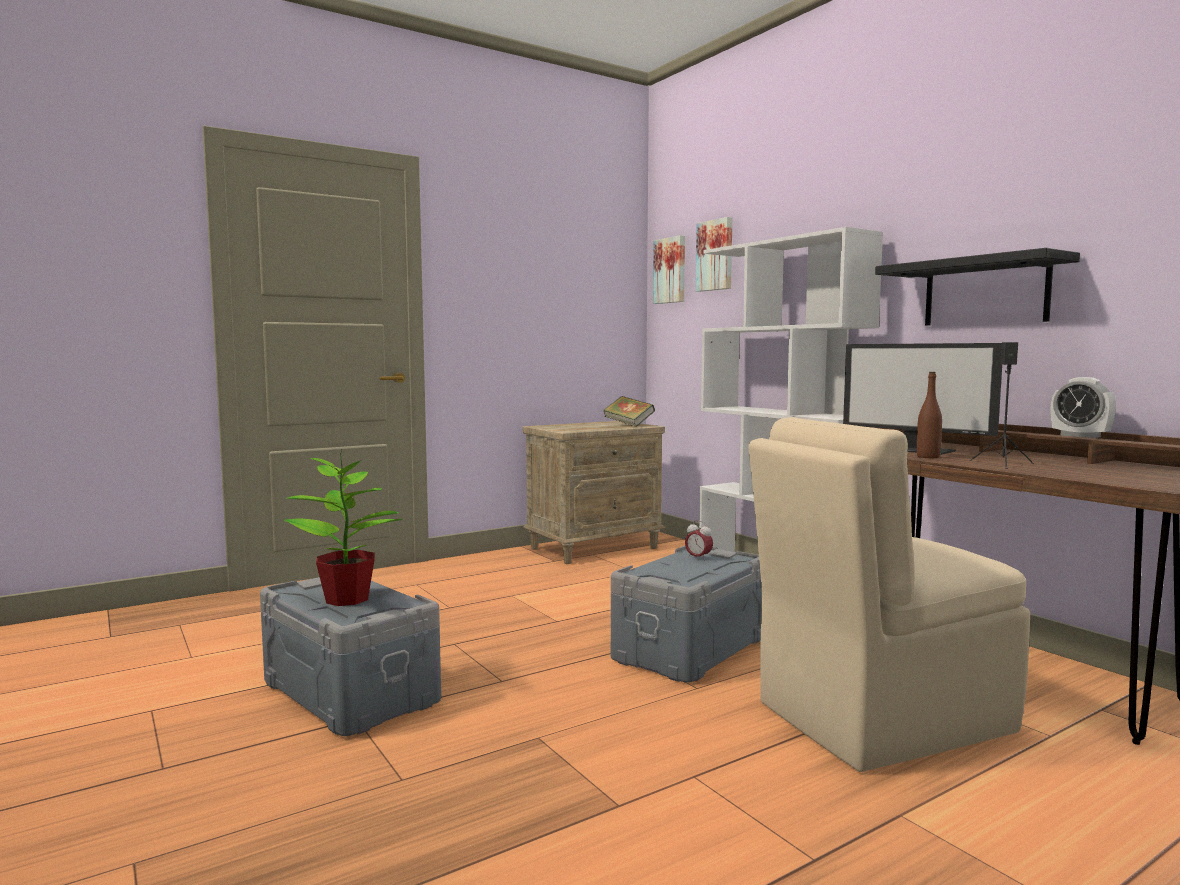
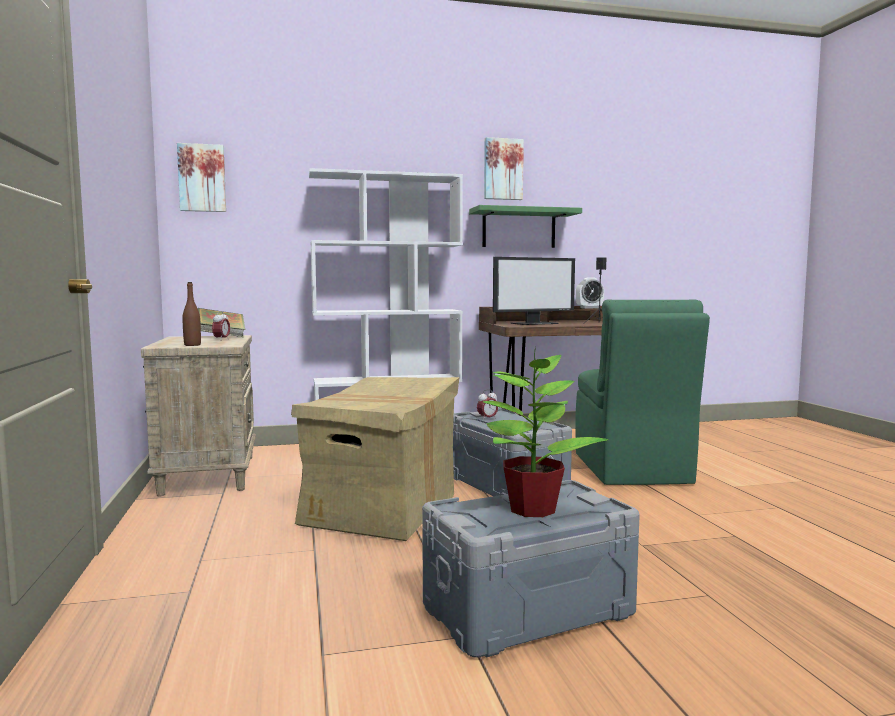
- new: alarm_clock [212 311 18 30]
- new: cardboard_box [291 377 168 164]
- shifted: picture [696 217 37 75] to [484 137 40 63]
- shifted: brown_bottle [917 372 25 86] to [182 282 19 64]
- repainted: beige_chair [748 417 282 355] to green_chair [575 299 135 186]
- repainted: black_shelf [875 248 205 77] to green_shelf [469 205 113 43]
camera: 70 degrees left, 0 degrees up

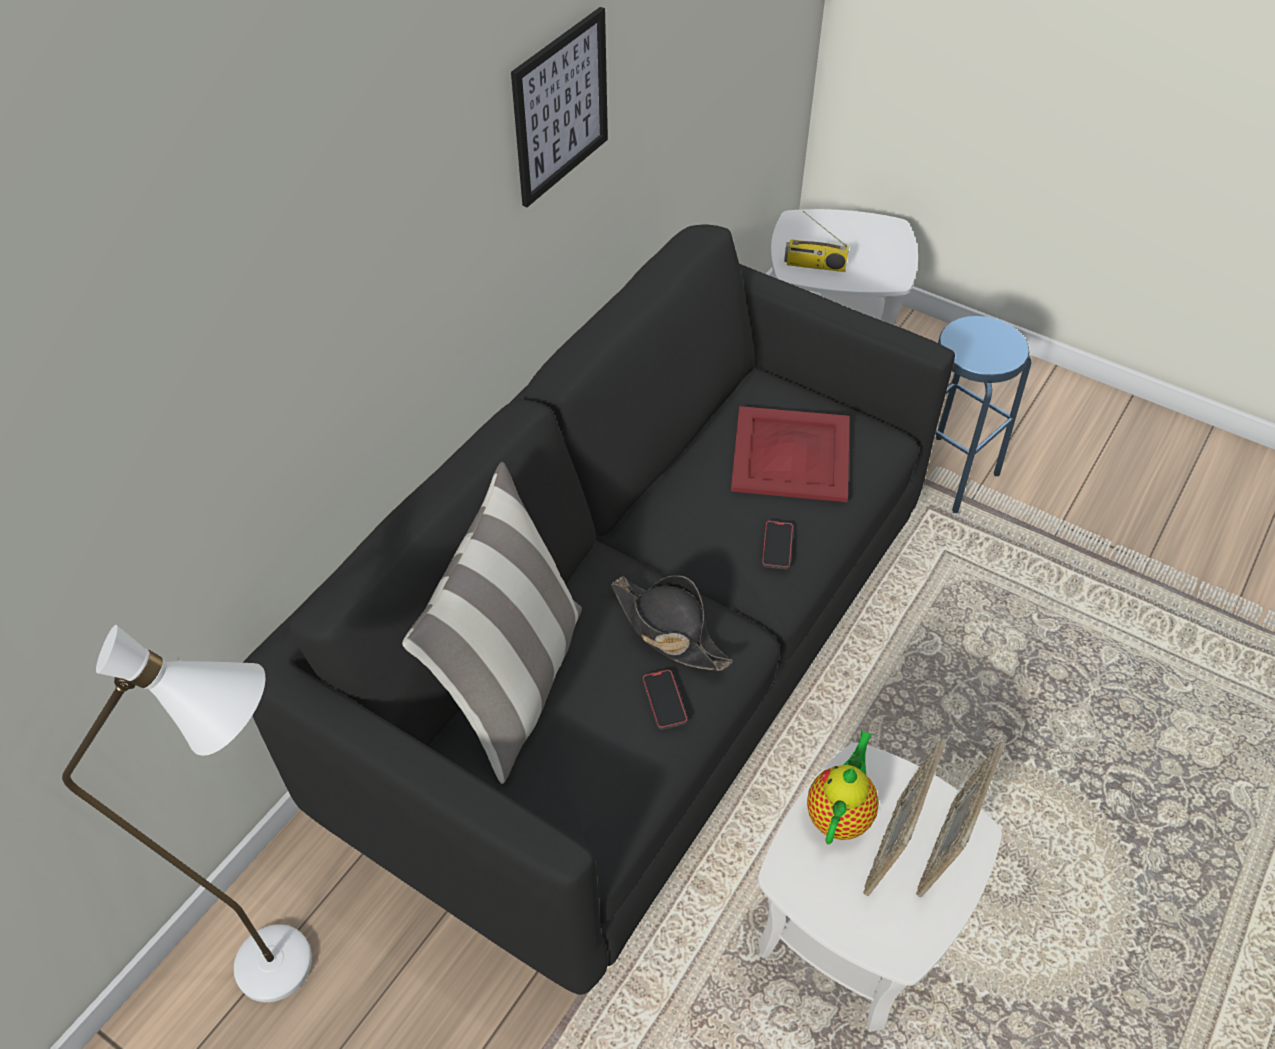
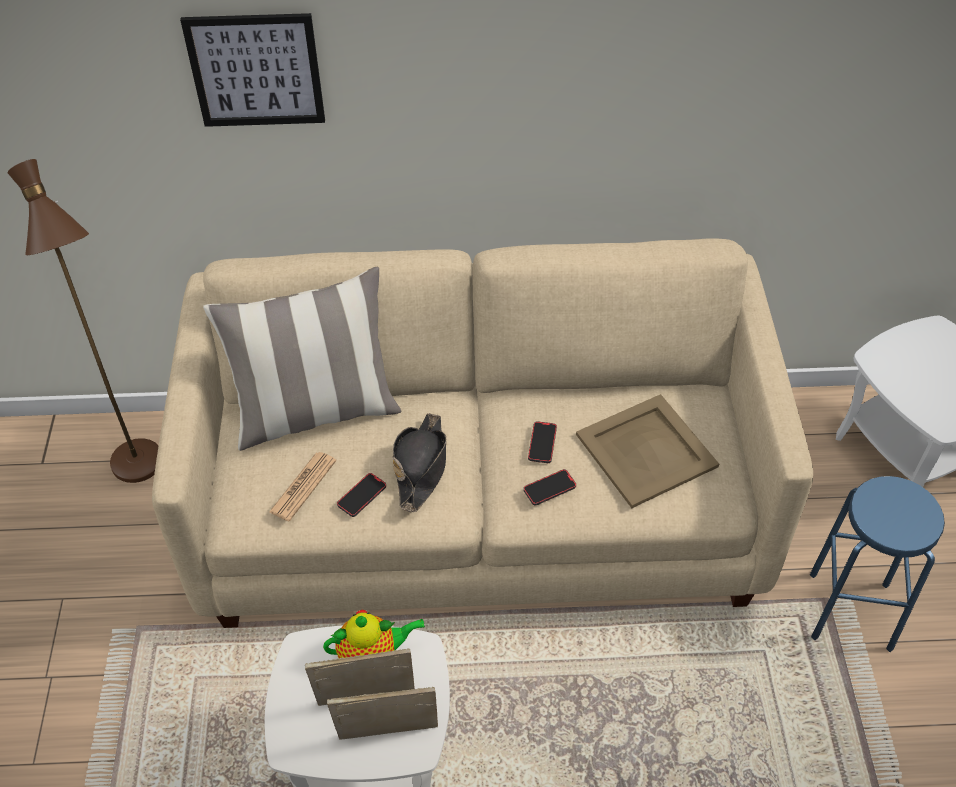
- gone: radio [784 211 65 61]
- new: newspaper [269 452 67 69]
- new: phone [528 421 29 42]
- shifted: picture [511 7 97 200] to [180 13 145 114]
- repainted: white_floor_lamp [62 625 250 377] to brown_floor_lamp [8 159 151 324]
- repainted: black_sofa [243 225 712 770] to beige_sofa [152 238 661 390]
- repainted: red_tray [731 406 118 96] to beige_tray [576 394 143 114]
camera: 55 degrees right, 0 degrees up

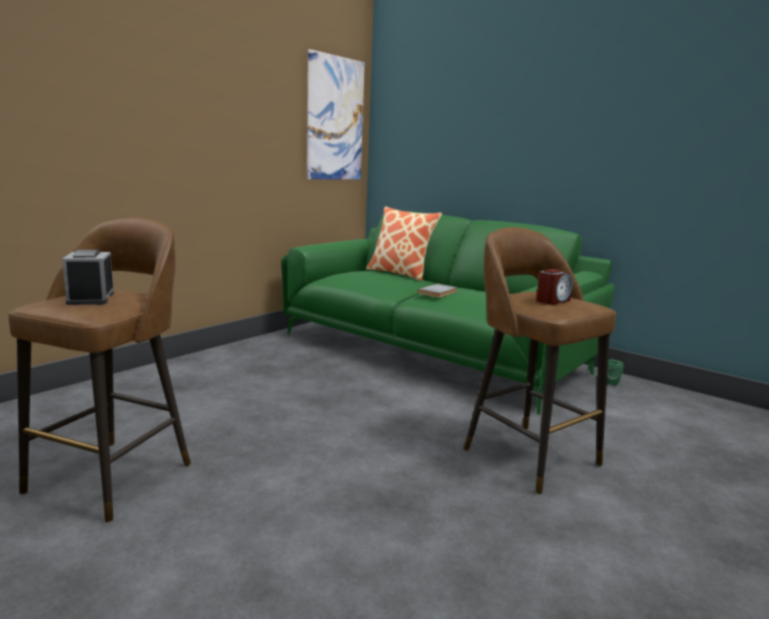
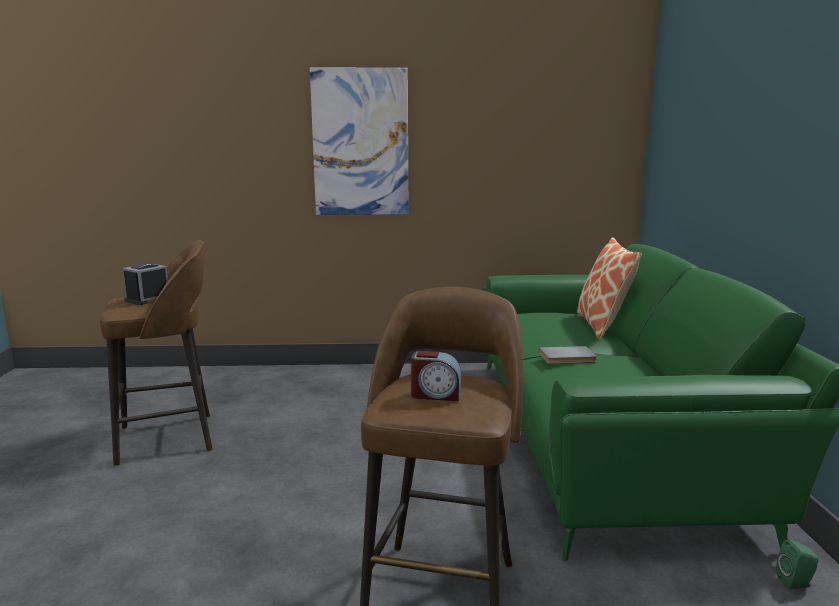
- shifted: picture [307 49 57 130] to [310 67 98 148]
camera: 50 degrees right, 0 degrees up

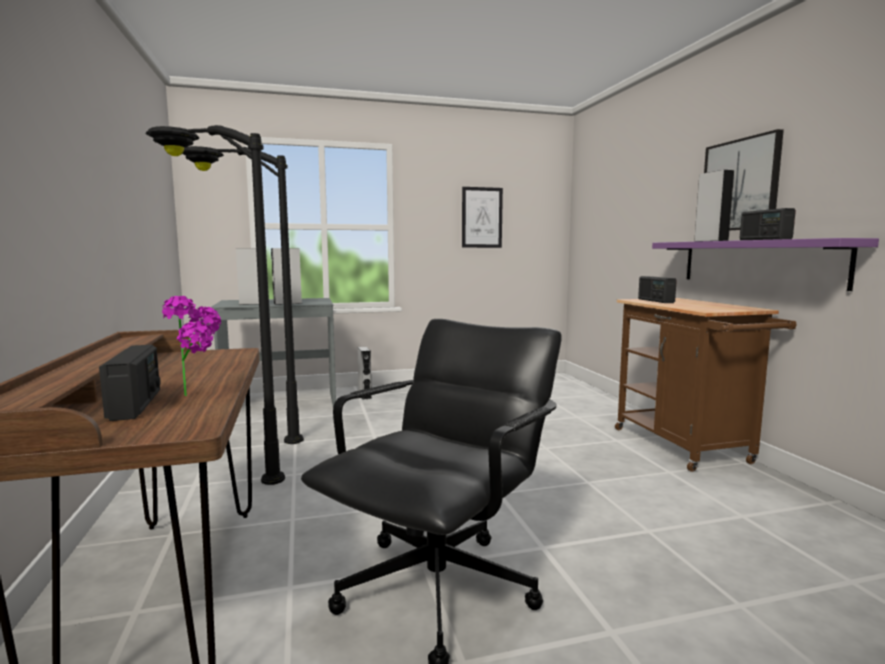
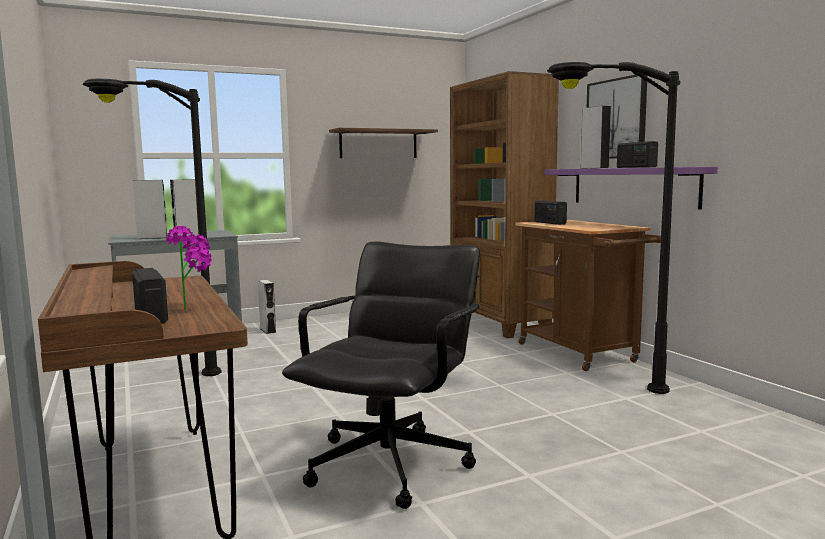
- new: brown_bookcase [450 71 109 267]
- shifted: black_floor_lamp [146 125 139 360] to [547 62 133 332]
- swapped: picture [462 187 41 61] to shelf [329 128 109 30]
camera: 10 degrees left, 0 degrees up

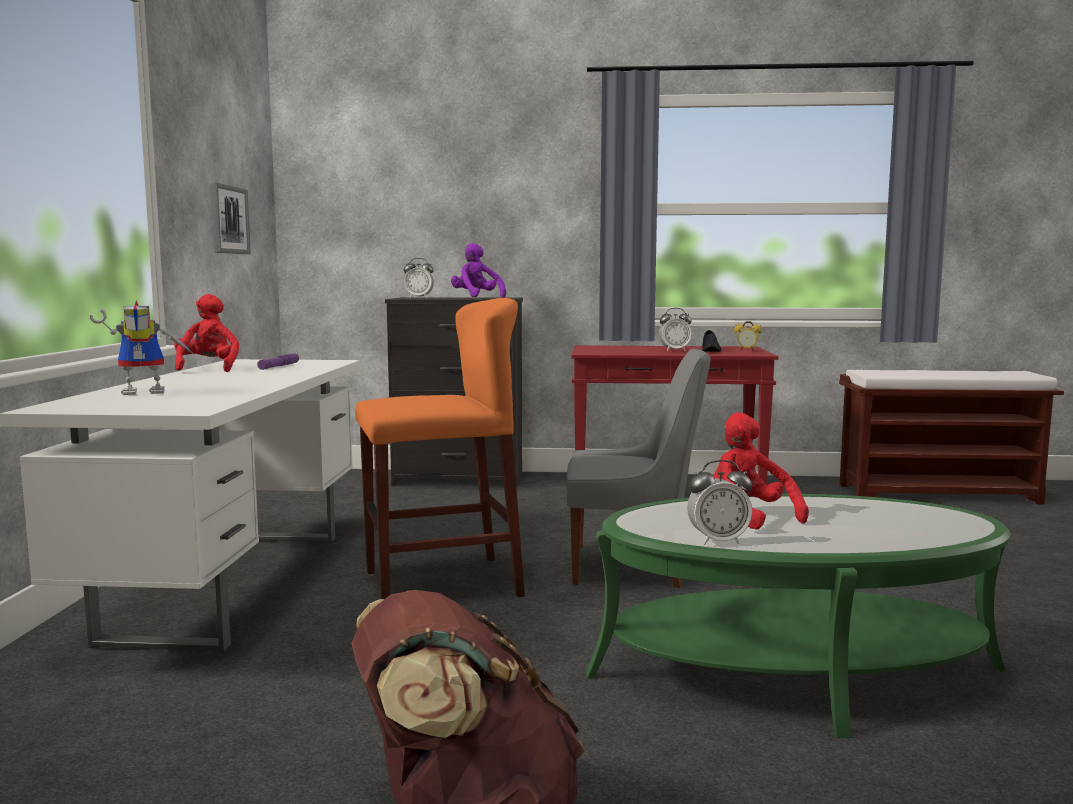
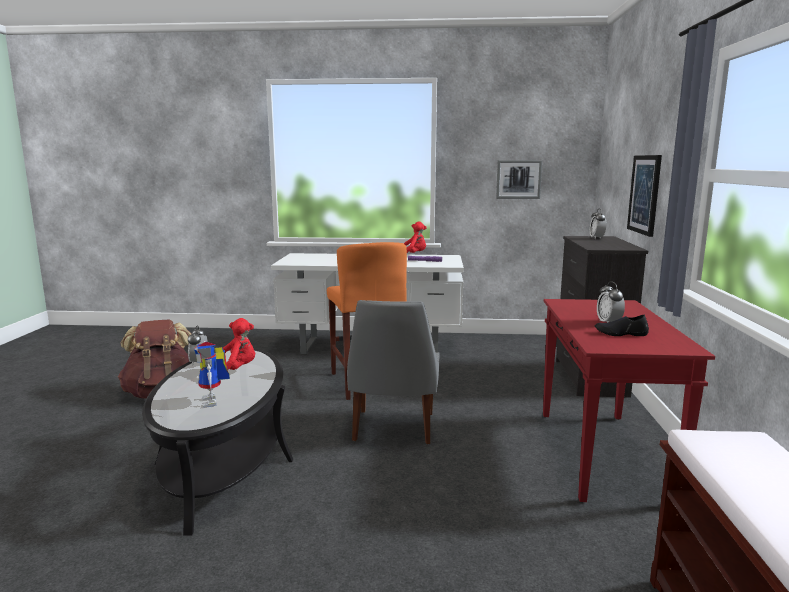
- gone: purple_plush_toy [451 243 55 55]
- gone: alarm_clock [734 321 28 29]
- new: picture [627 155 35 82]
- shifted: toy_robot [89 301 106 94] to [194 341 36 66]
- repainted: green_coffee_table [586 494 425 244] to black_coffee_table [142 348 151 188]
camera: 90 degrees right, 5 degrees up

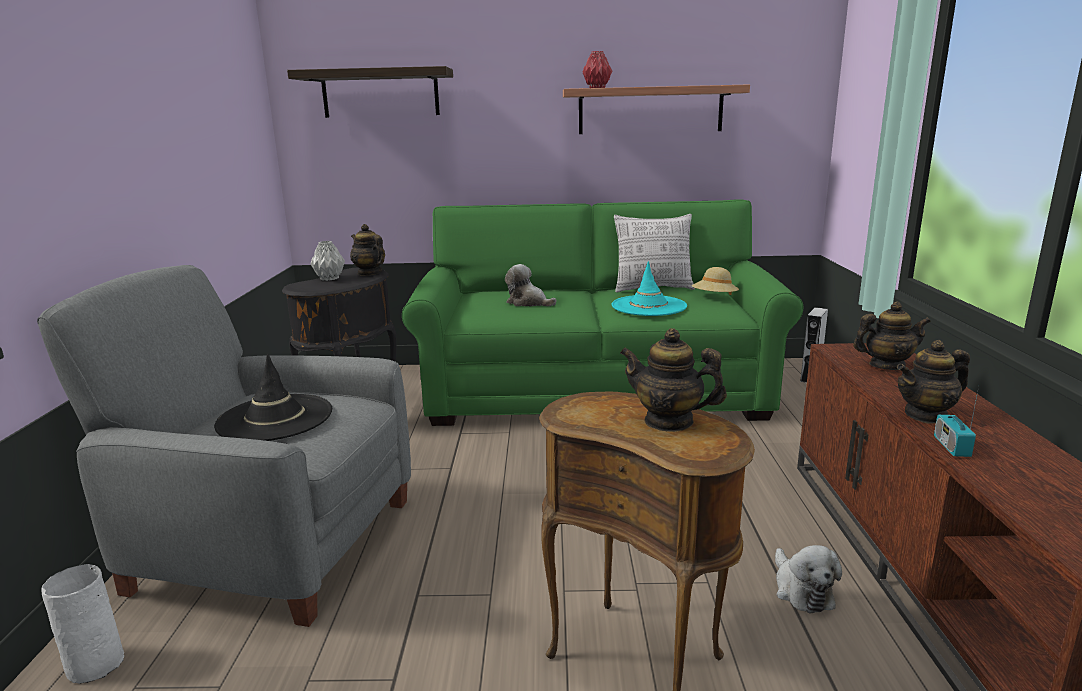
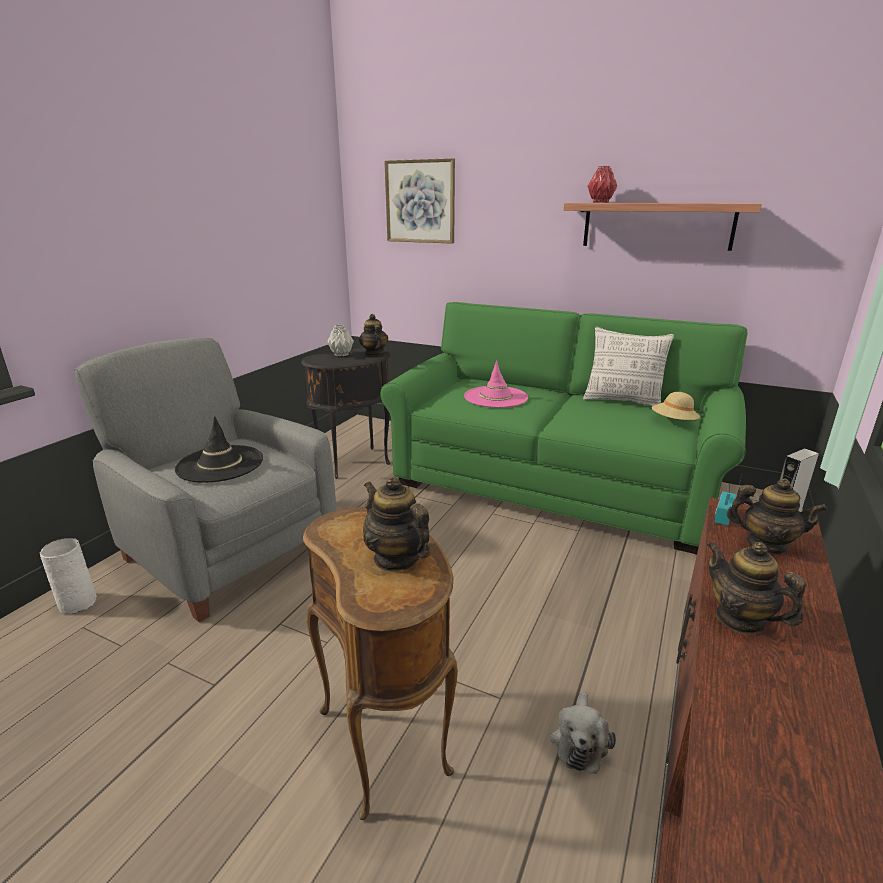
- gone: turquoise_hat [612 261 75 55]
- shifted: radio [934 387 45 70] to [714 475 28 51]
- swapped: shelf [287 66 166 52] to picture [384 158 71 86]
- swapped: plush_toy [505 264 52 43] to pink_hat [464 360 64 48]
- rotated: teapot [897 340 73 84] = [707 541 99 93] 45 degrees clockwise
camera: 25 degrees right, 5 degrees up

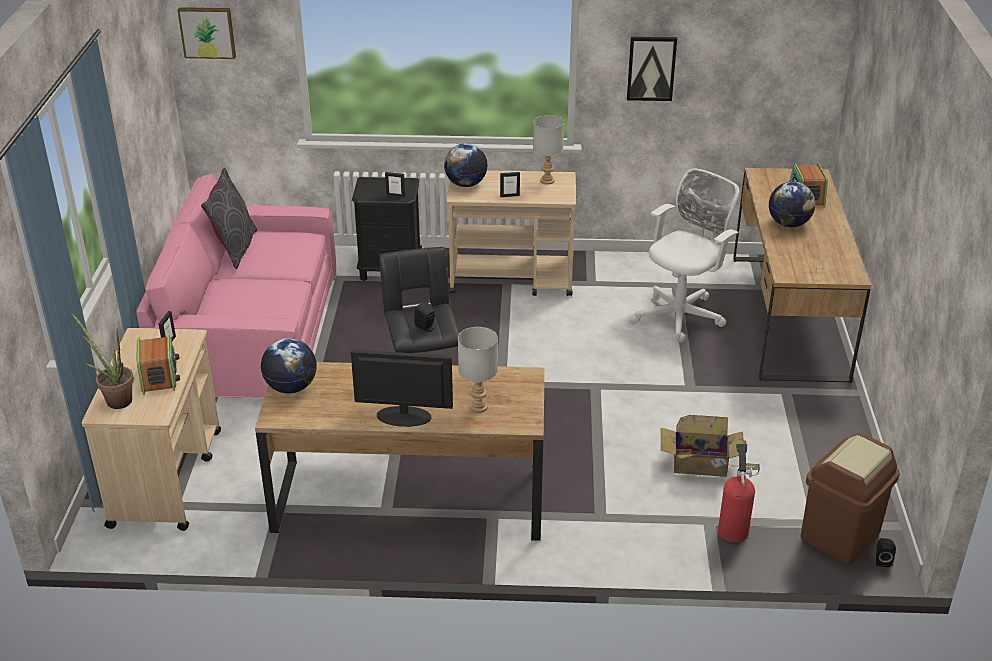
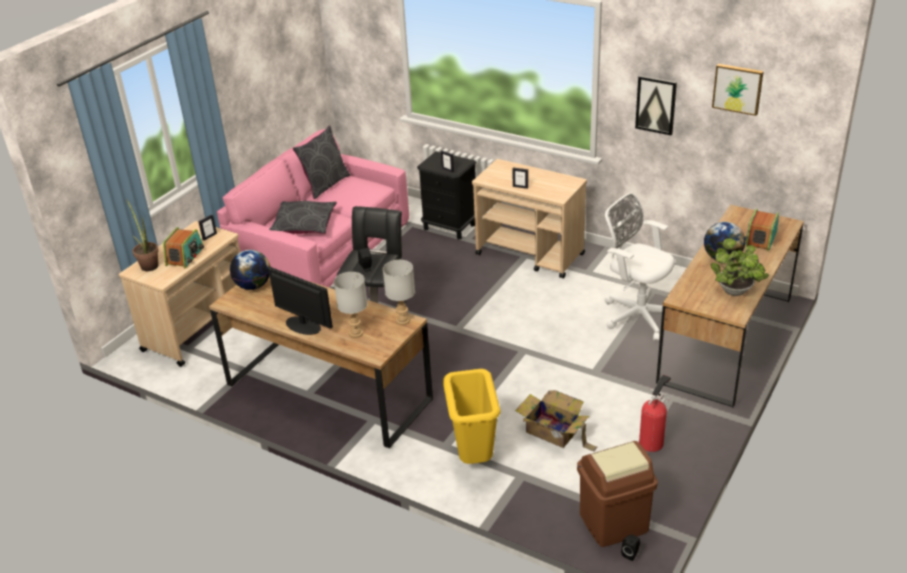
- gone: globe [444 143 44 44]
- new: grey_pillow [269 201 68 33]
- new: yellow_trash_can [443 369 57 95]
- new: potted_plant [711 238 58 58]
- shifted: picture [178 7 58 52] to [712 64 52 52]
- shifted: grey_table_lamp [533 115 31 70] to [383 260 32 65]
- shifted: fire_extinguisher [718 444 41 98] to [639 375 32 77]
- rotated: white_office_chair [629 168 111 175] = [605 193 70 148] 120 degrees counterclockwise
camera: 30 degrees right, 0 degrees up

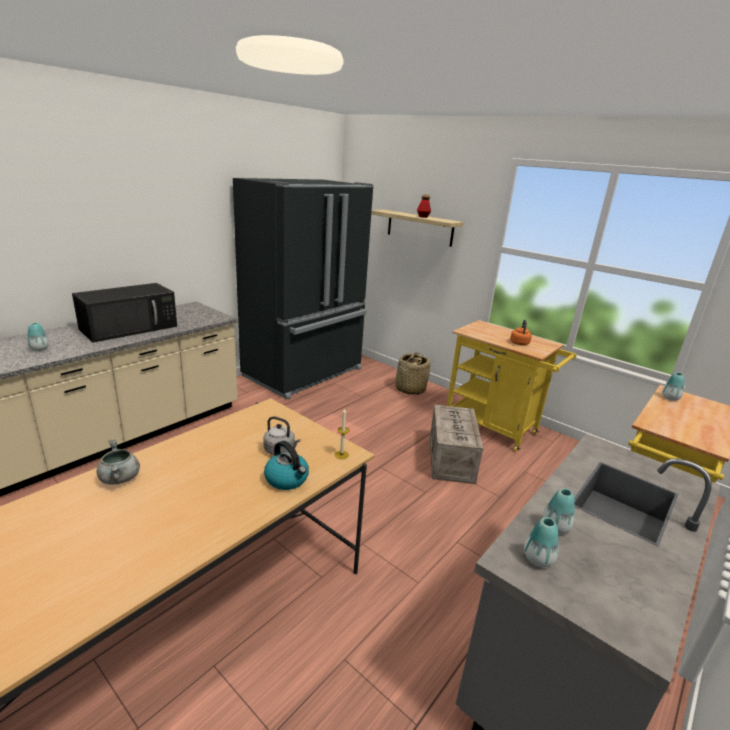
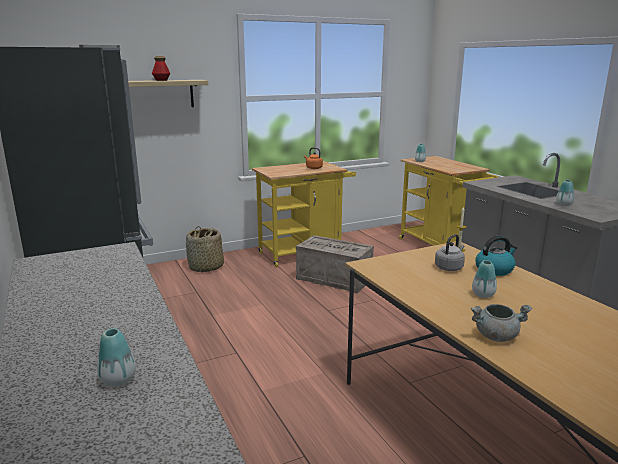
- gone: black_microwave [72 283 105 59]
- shifted: vase [524 517 35 51] to [472 260 25 38]
camera: 65 degrees left, 5 degrees down

